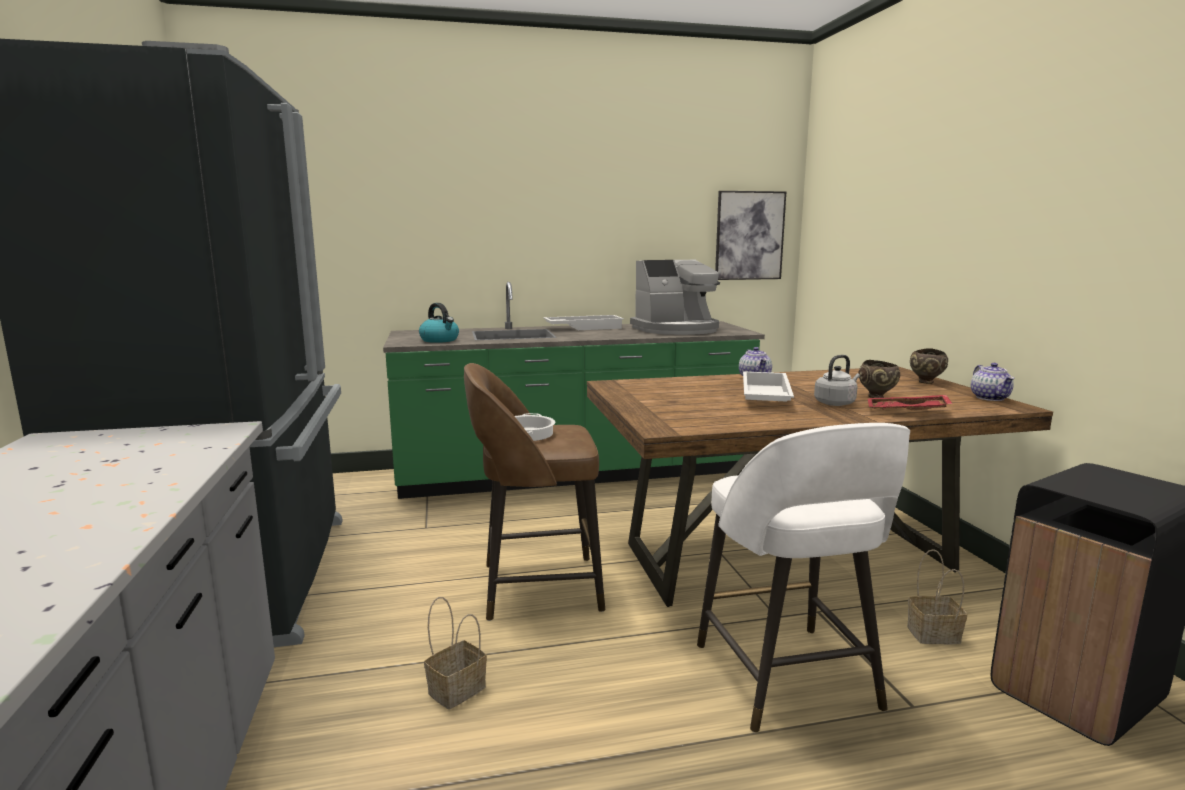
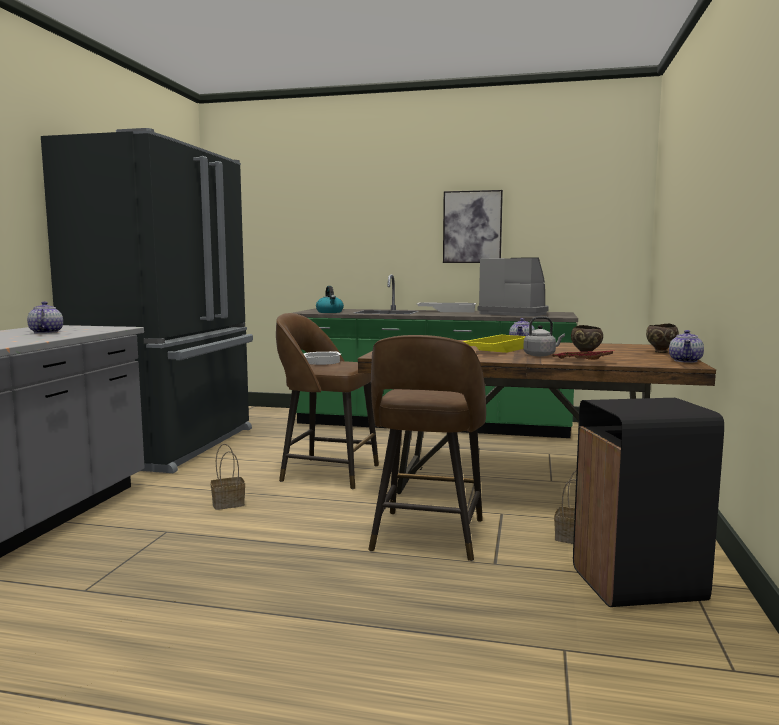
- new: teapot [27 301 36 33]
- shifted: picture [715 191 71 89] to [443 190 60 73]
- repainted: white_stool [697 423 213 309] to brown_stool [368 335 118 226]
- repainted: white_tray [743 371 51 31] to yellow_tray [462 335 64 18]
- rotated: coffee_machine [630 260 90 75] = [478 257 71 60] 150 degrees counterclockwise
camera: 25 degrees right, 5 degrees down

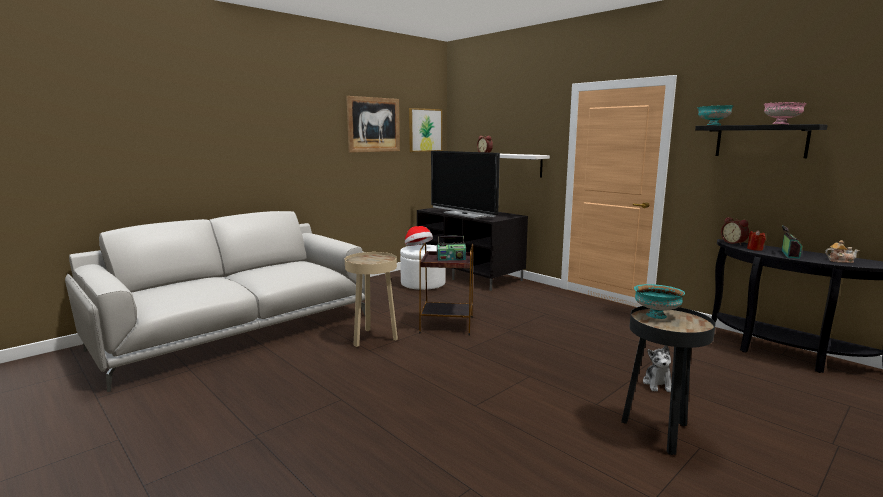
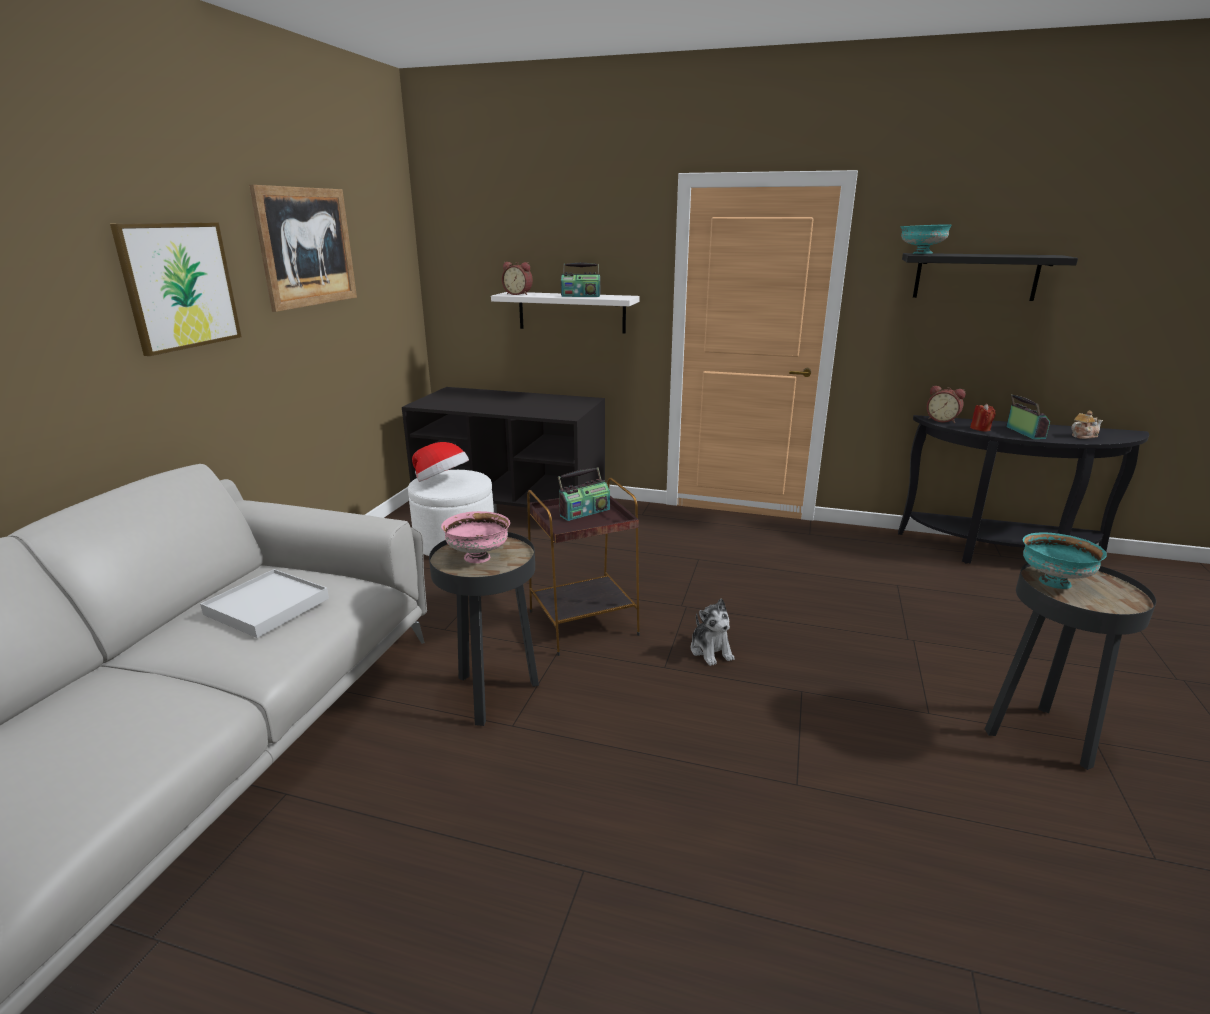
- gone: television [431 151 69 68]
- new: white_tray [200 569 129 69]
- new: radio [561 262 40 35]
- shifted: picture [409 108 33 44] to [110 222 132 134]
- shifted: plush_toy [643 345 28 47] to [690 598 45 68]
- shifted: pink_bowl [764 102 43 23] to [441 511 69 52]
- repainted: beige_side_table [345 252 53 95] to black_side_table [429 532 110 194]
camera: 30 degrees left, 10 degrees up

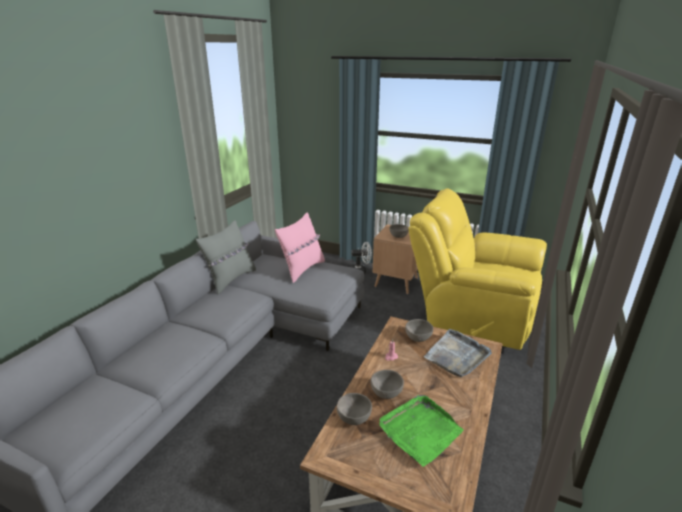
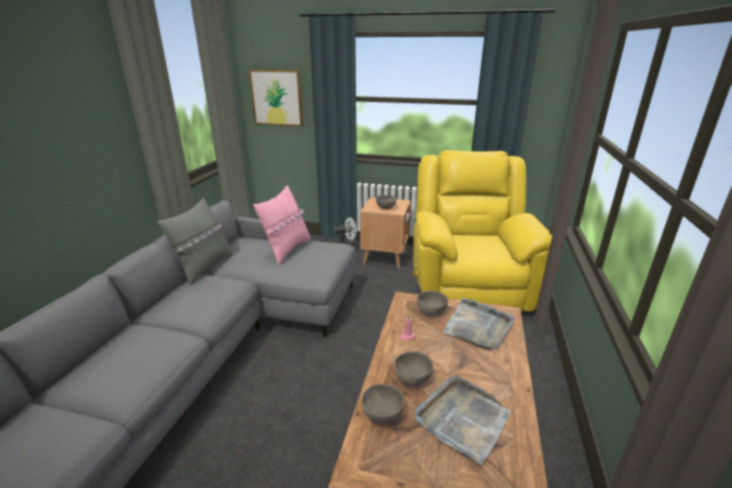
- new: picture [249 69 54 57]
- repainted: green_tray [379 395 85 72] to grey_tray [414 376 97 89]
- rotated: yellow_armchair [408 188 139 162] = [413 150 139 161] 75 degrees clockwise
camera: 10 degrees left, 0 degrees up

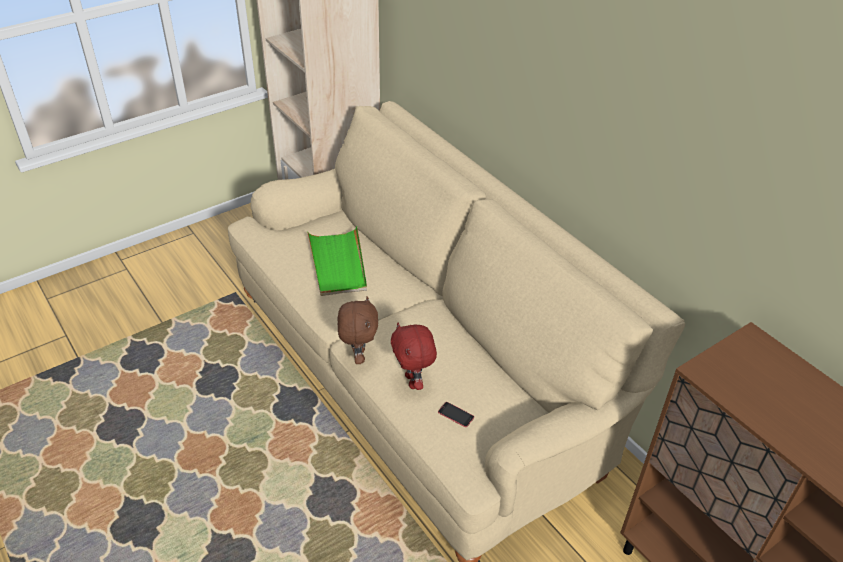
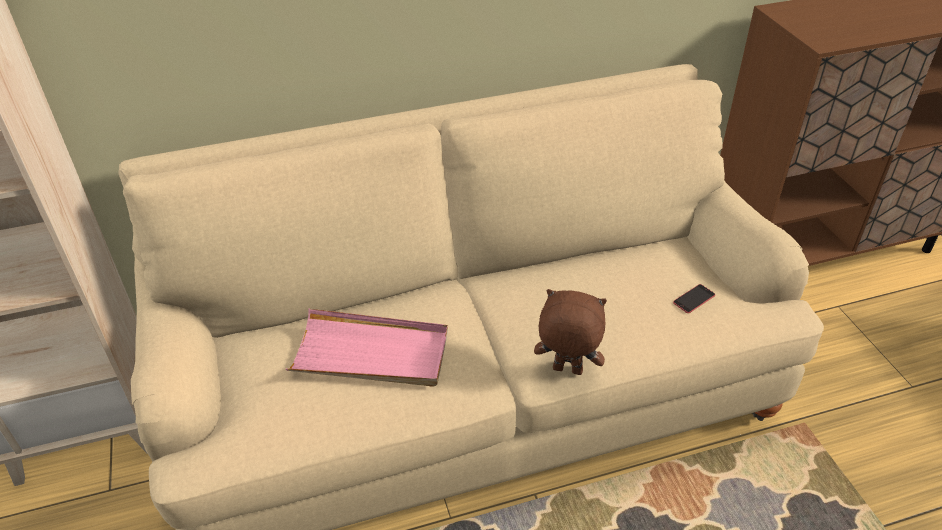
- gone: red_plush_toy [391 323 46 67]
- repainted: green_tray [307 227 60 69] to pink_tray [286 309 162 78]
camera: 70 degrees left, 0 degrees up

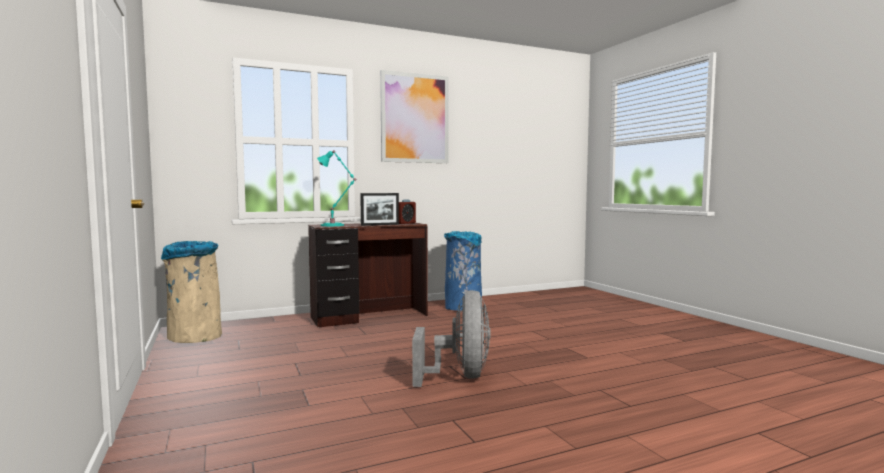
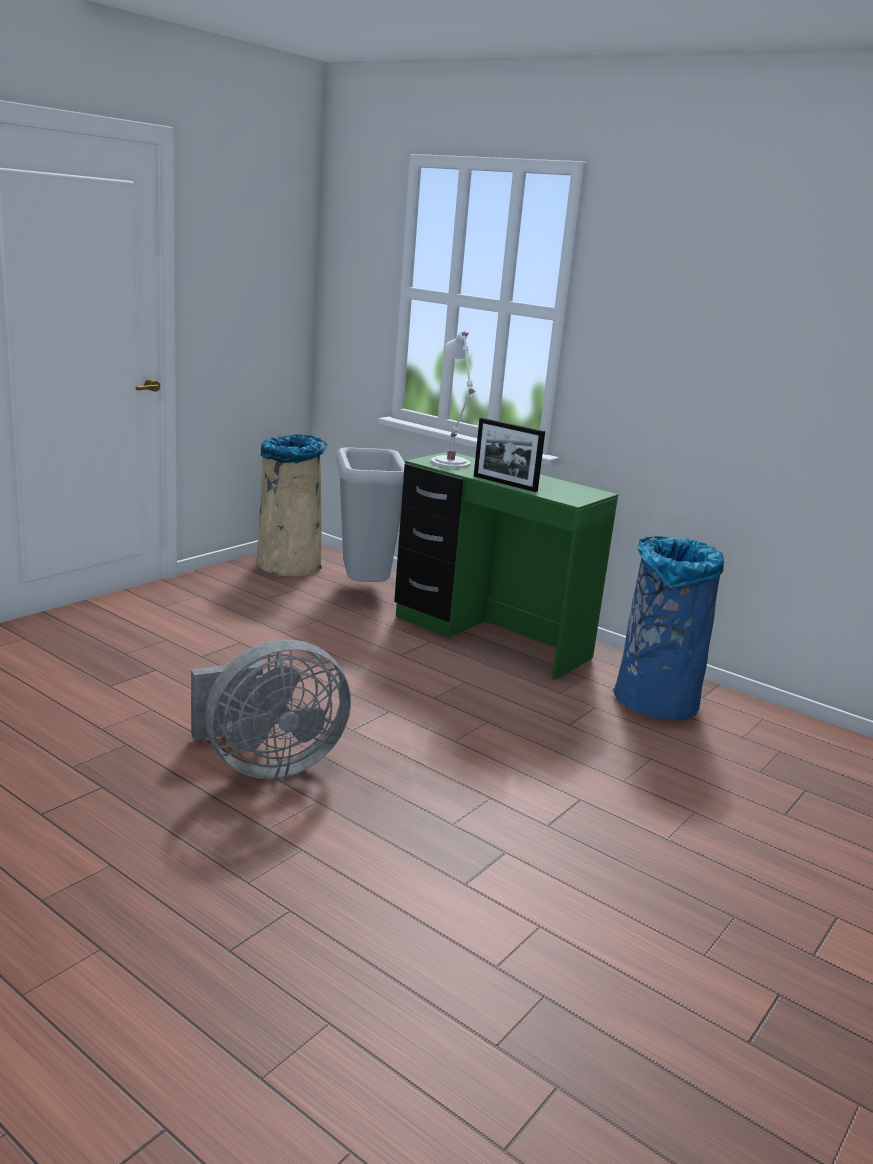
- gone: picture [380 70 68 93]
- gone: alarm_clock [399 199 17 25]
- new: grey_trash_can [336 447 69 135]
- repainted: brown_desk [308 222 120 106] to green_desk [394 452 224 229]
- repainted: turquoise_table_lamp [317 150 40 76] to white_table_lamp [431 332 44 136]
camera: 60 degrees right, 15 degrees up

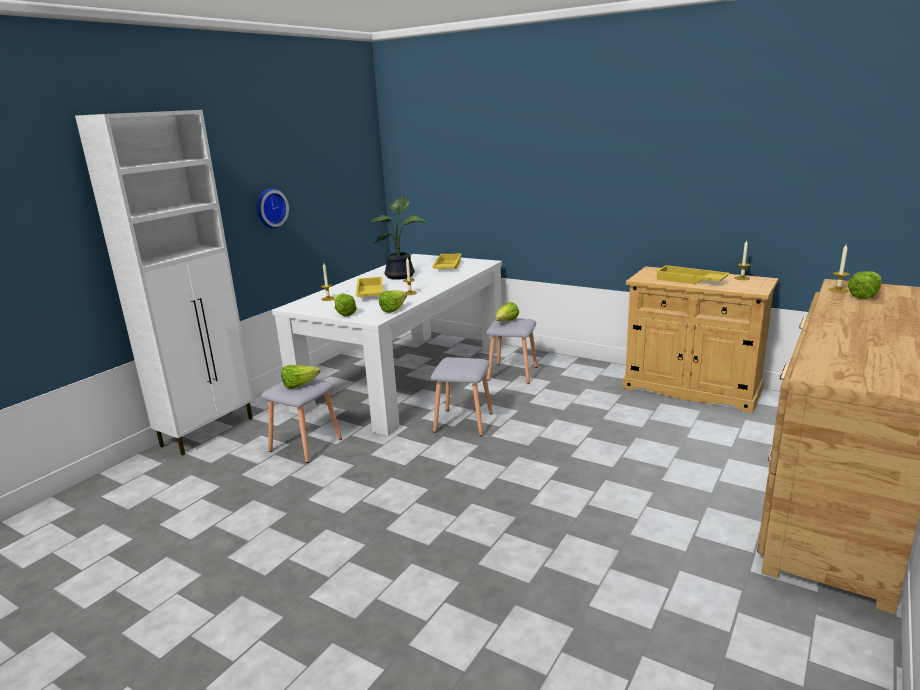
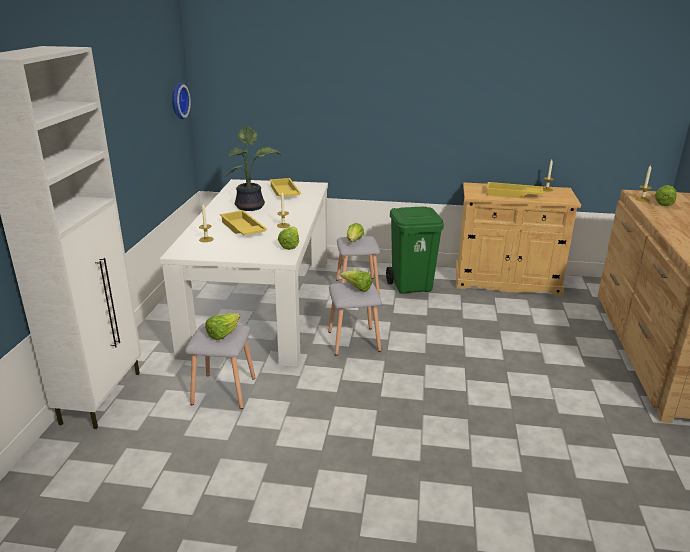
- new: green_trash_can [386 206 58 88]
- shifted: wall_clock [257 188 32 41] to [172 83 19 36]
- shifted: lettuce [333 293 24 23] to [340 270 32 22]
camera: 25 degrees left, 5 degrees up

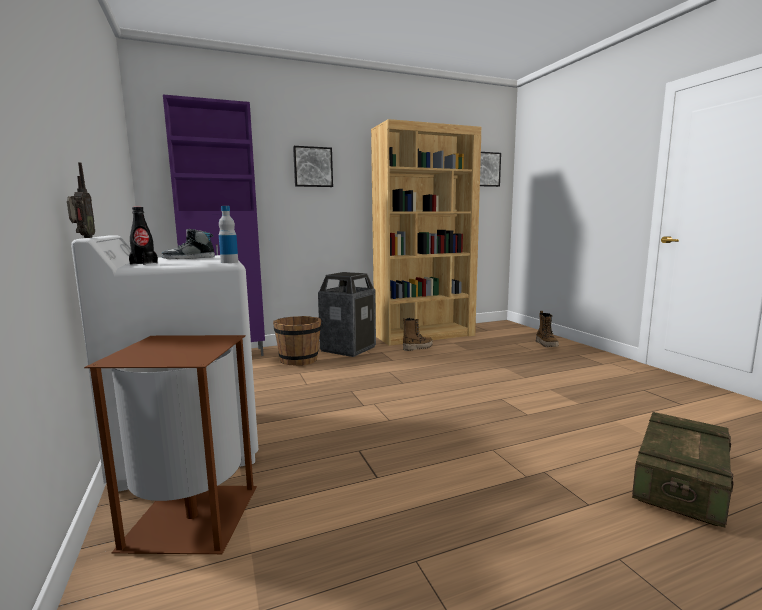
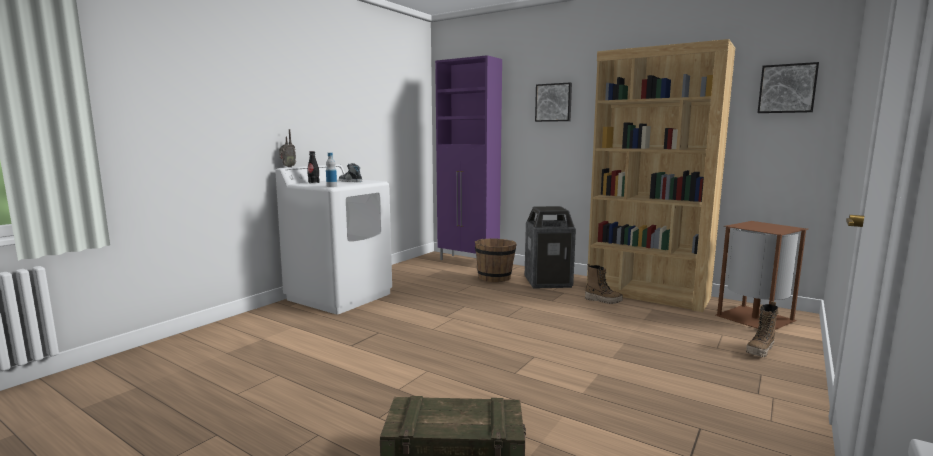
- shifted: brown_trash_can [84 335 173 219] to [716 221 92 109]
camera: 55 degrees right, 0 degrees up

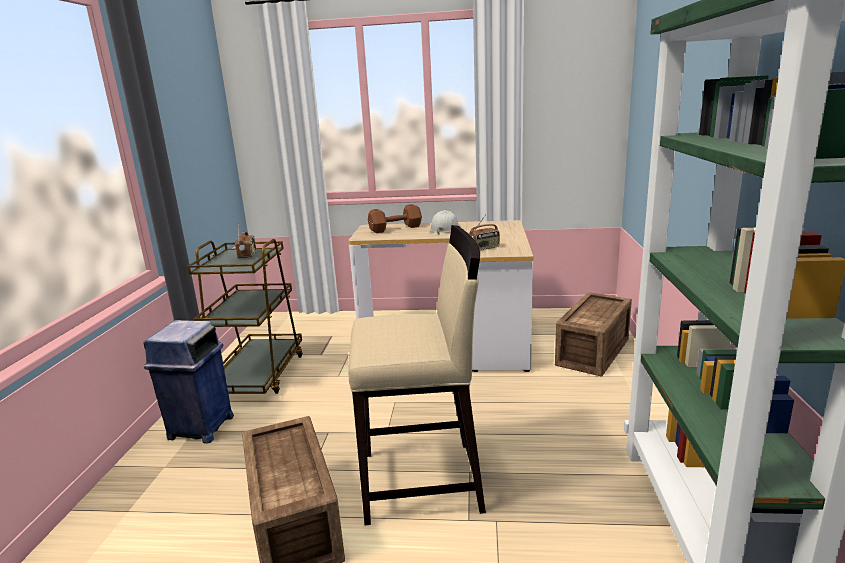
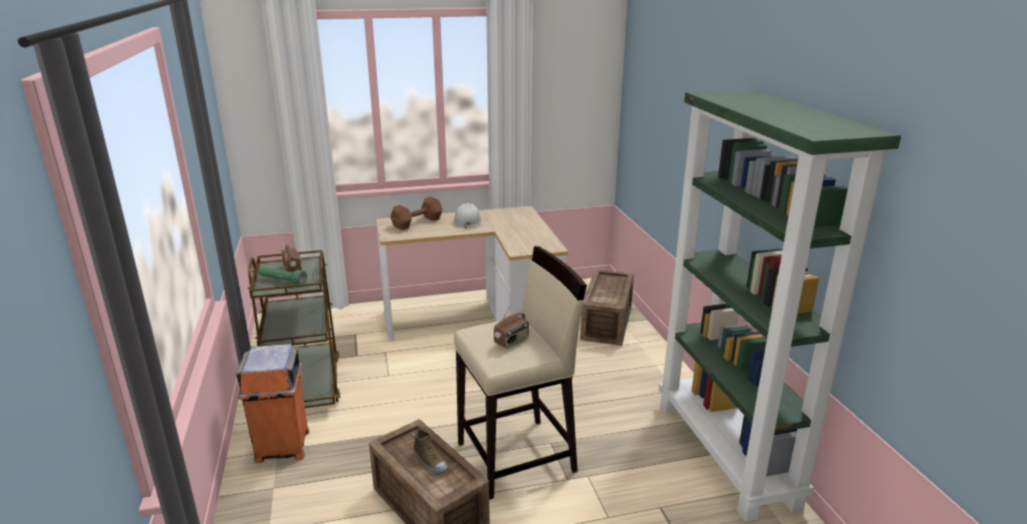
- new: green_flashlight [259 267 48 18]
- new: shoe [414 429 34 44]
- shifted: radio [469 214 31 36] to [494 303 35 46]
- repainted: blue_trash_can [143 320 91 124] to orange_trash_can [236 344 73 119]
camera: 20 degrees left, 5 degrees up

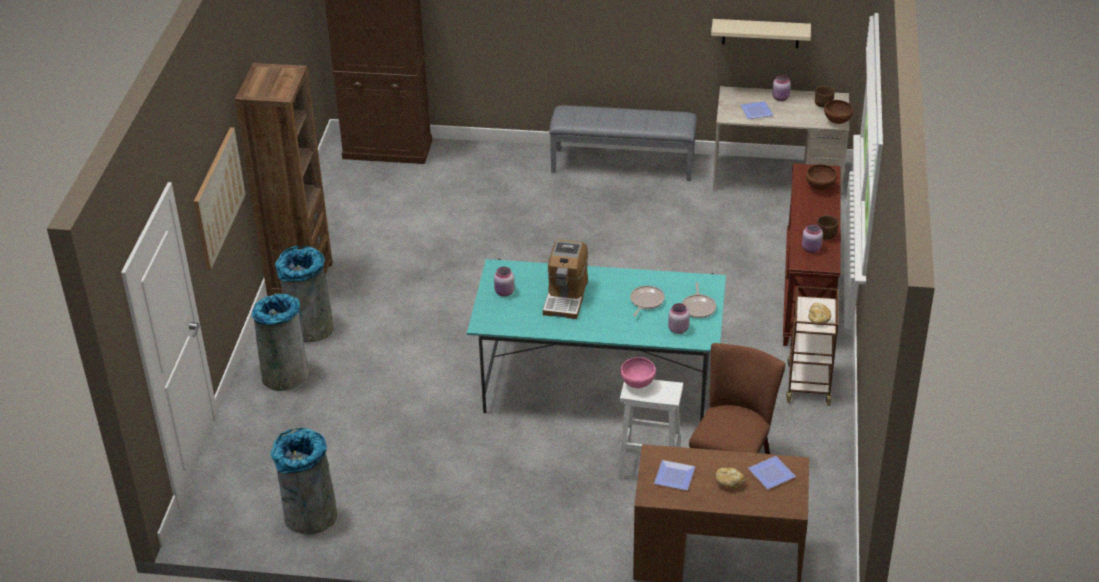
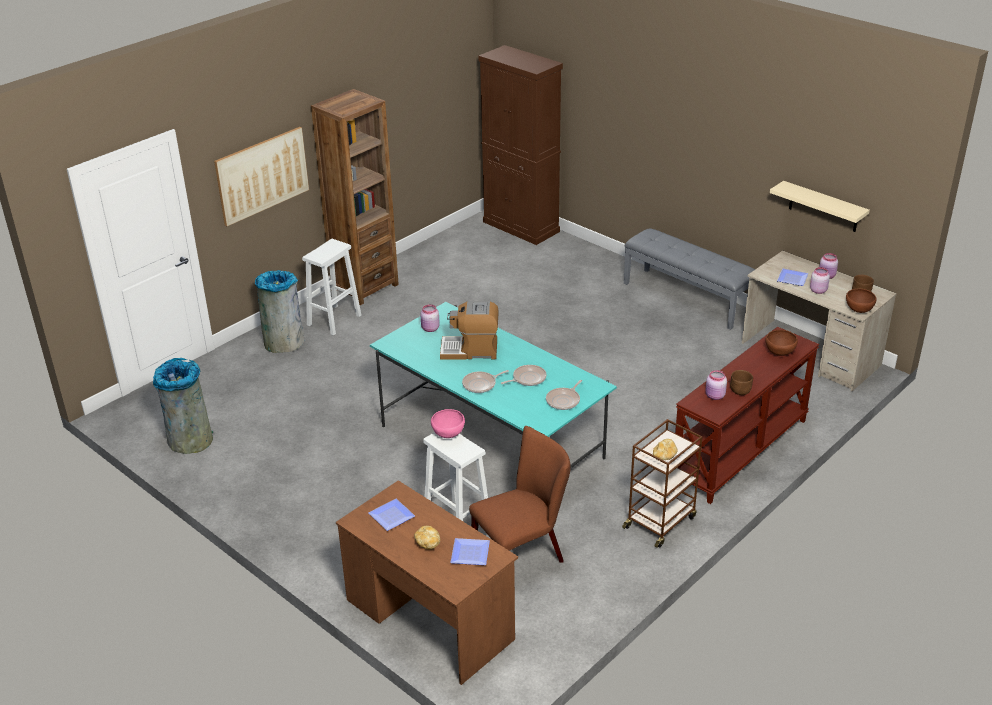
- new: frying_pan [462 370 47 23]
- shifted: pink_jar [668 303 22 31] to [810 267 20 27]
- swapped: grey_trash_can [275 246 59 96] to white_stool [302 239 59 97]
- rotated: coffee_machine [543 239 45 80] = [440 301 59 59] 45 degrees clockwise
camera: 35 degrees right, 5 degrees down

